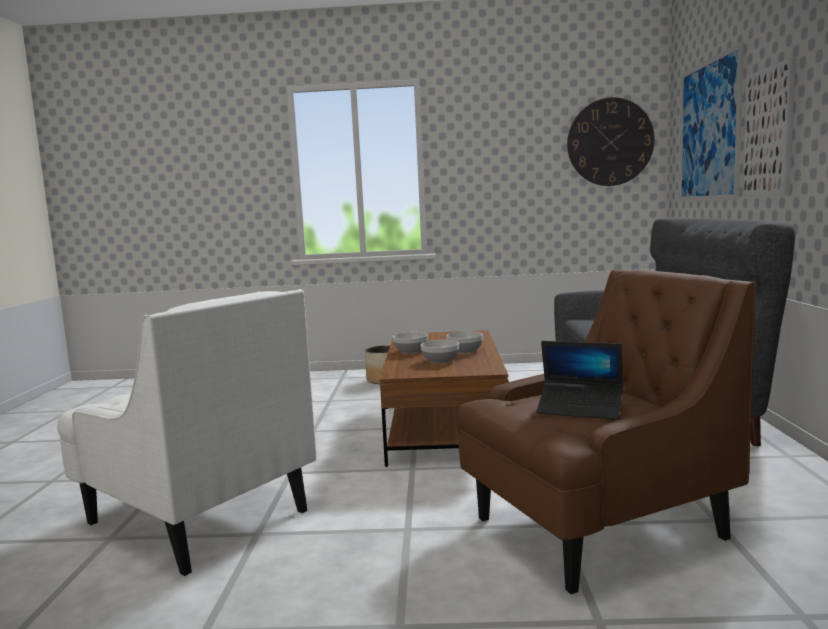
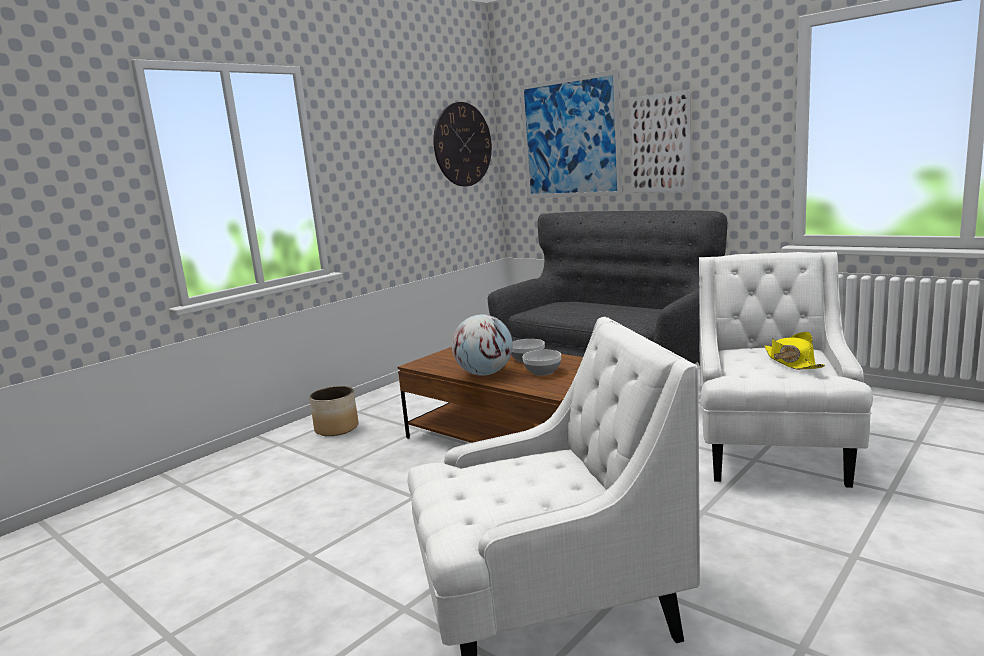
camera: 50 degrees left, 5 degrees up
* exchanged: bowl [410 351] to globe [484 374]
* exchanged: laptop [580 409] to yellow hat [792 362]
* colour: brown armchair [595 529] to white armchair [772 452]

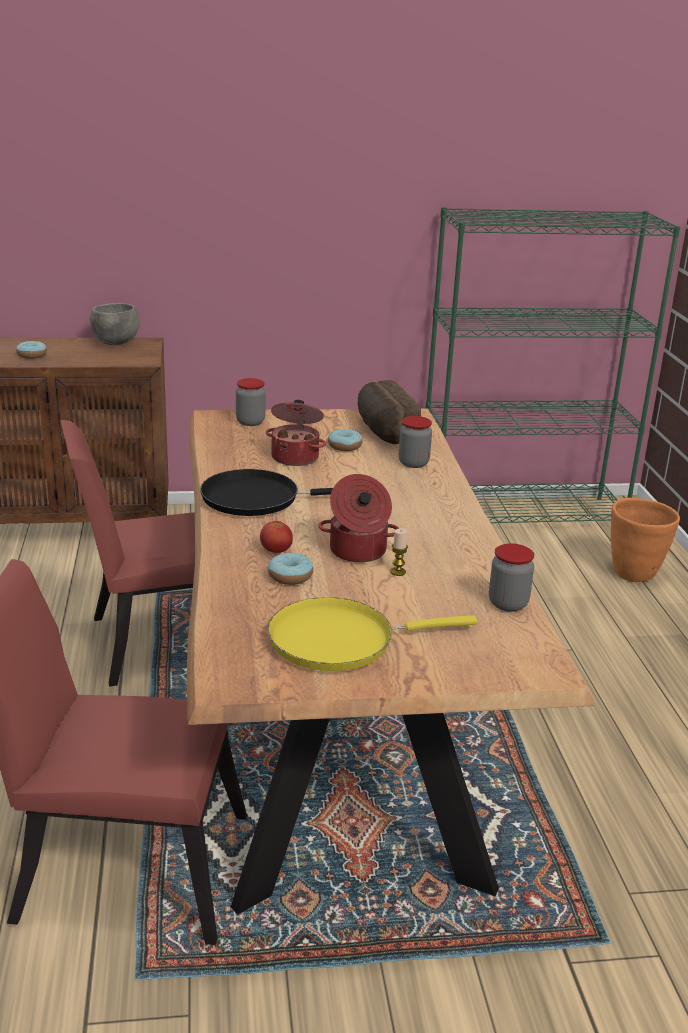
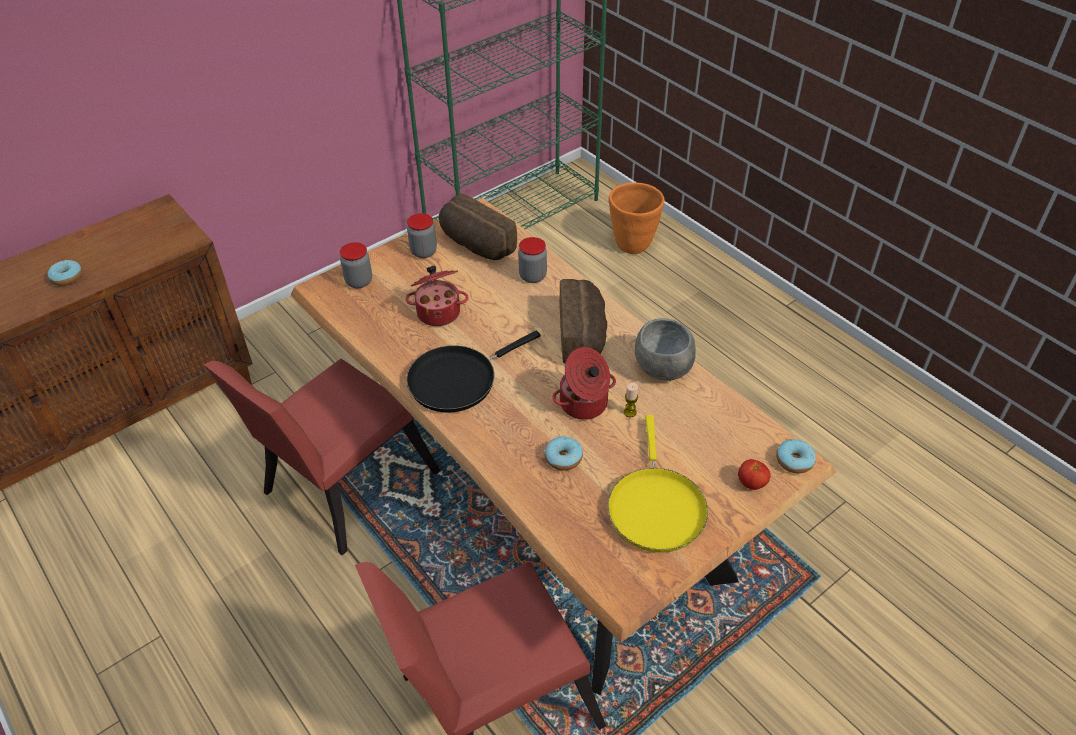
camera: 30 degrees left, 20 degrees up
* appeared: bread [583 335]
* relocated: grey bowl [115 343] to [663 369]
* relocated: tomato [276 551] to [751 483]
* relocated: donut [344 446] to [794 461]
* relocated: jar [508 603] to [423 252]
* spun: yellow frying pan [340 640] = [655 507] 45 degrees counterclockwise

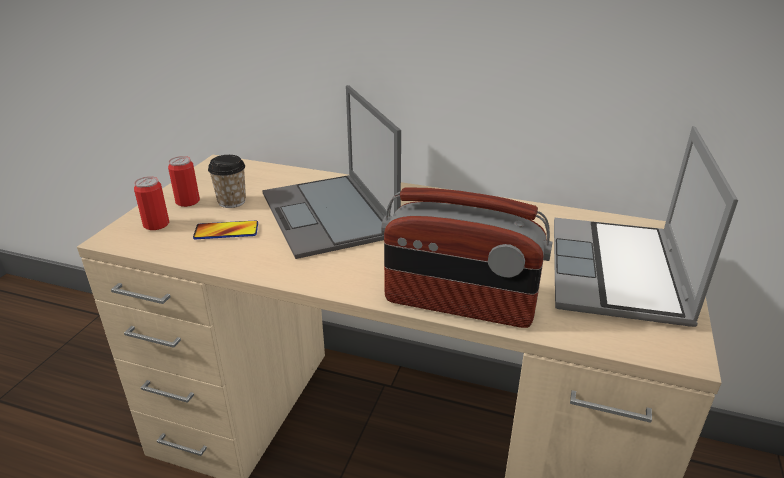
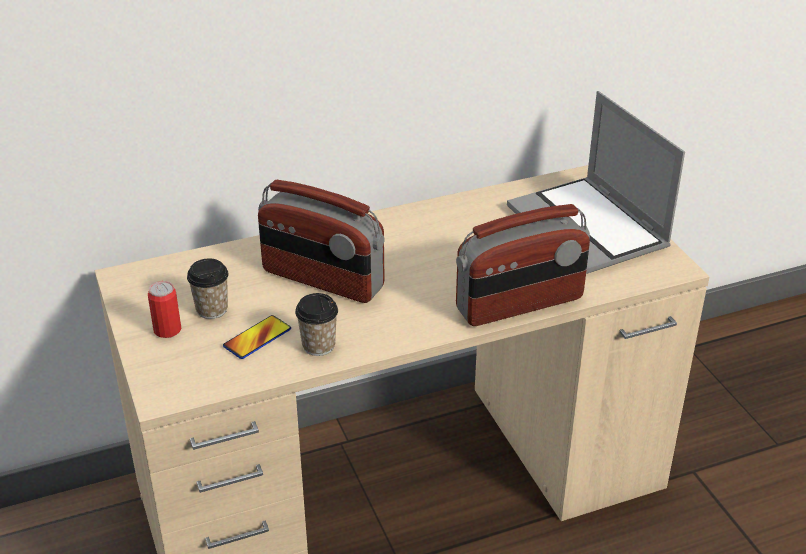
camera: 40 degrees left, 5 degrees up
* missing: can [156 224]
* appeared: cup [318 345]
* exchanged: laptop [329 215] to radio [322 280]

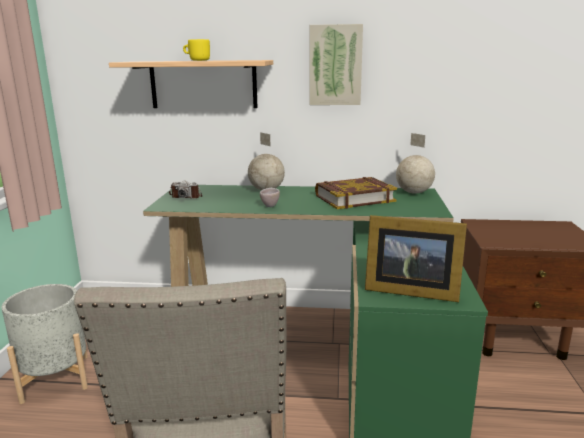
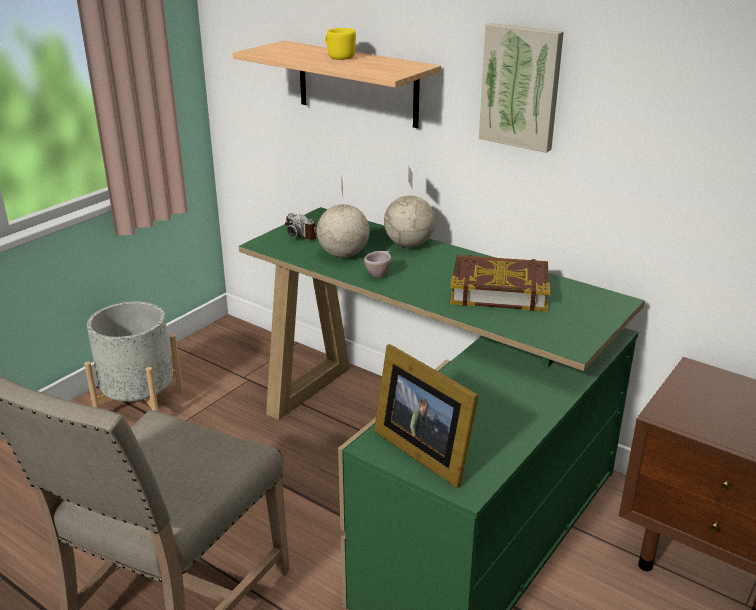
camera: 30 degrees right, 10 degrees up
* relocated: globe [414 193] to [343 255]

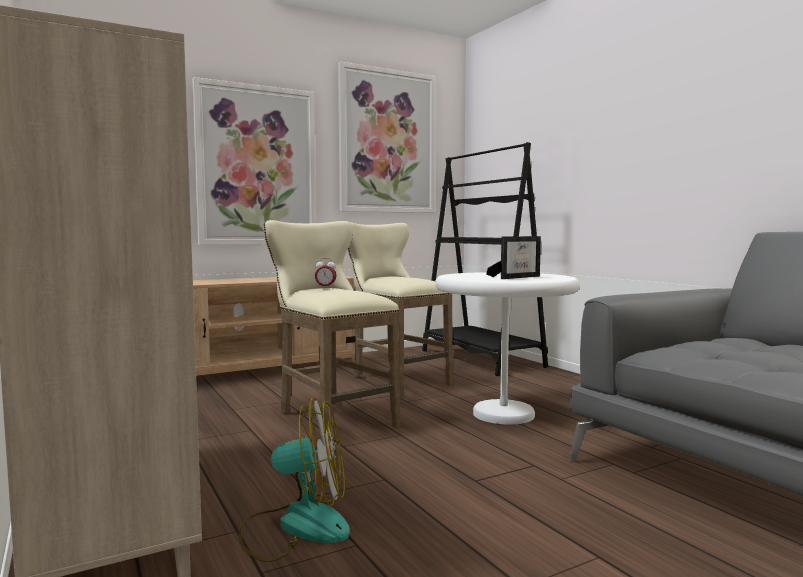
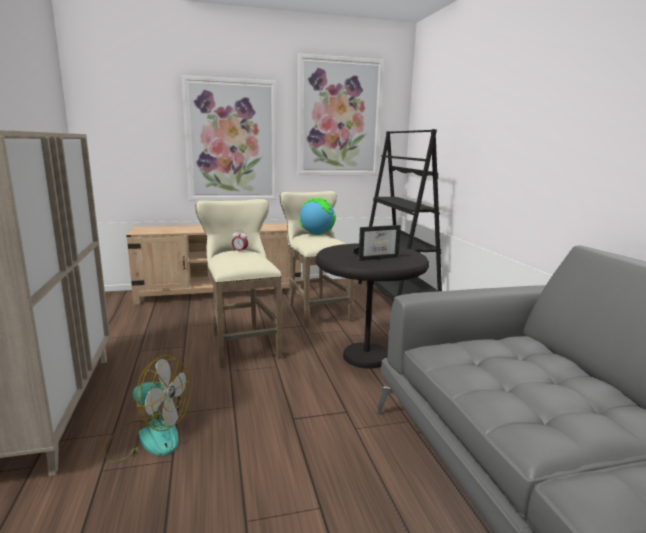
camera: 15 degrees right, 10 degrees up
* appeared: globe [316 234]
* colour: white side table [503 414] to black side table [366 357]

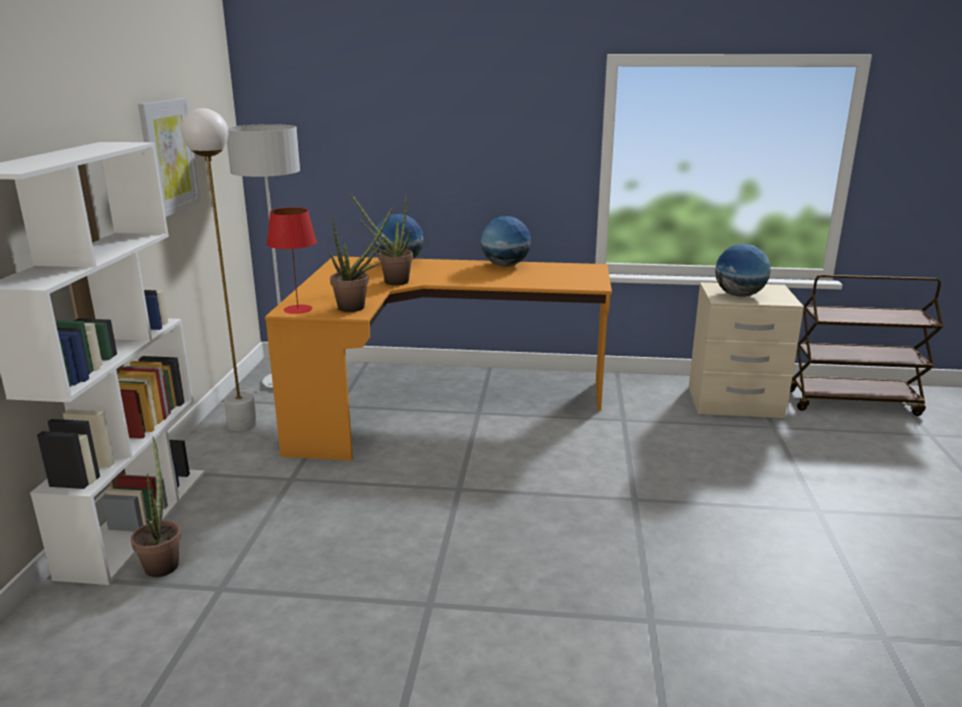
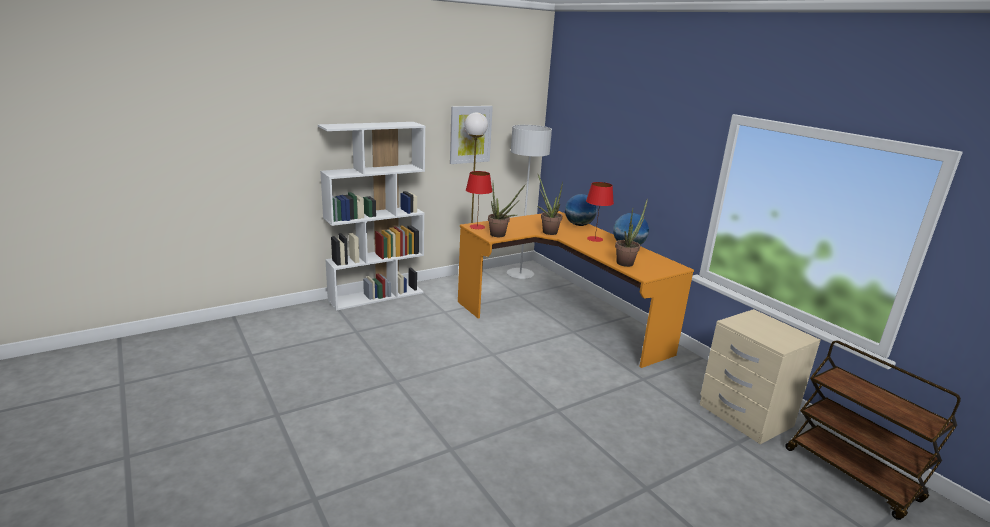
camera: 50 degrees right, 0 degrees up
* missing: globe [739 295]
* appeared: red table lamp [594 239]
* relocated: potted plant [163 562] to [626 262]

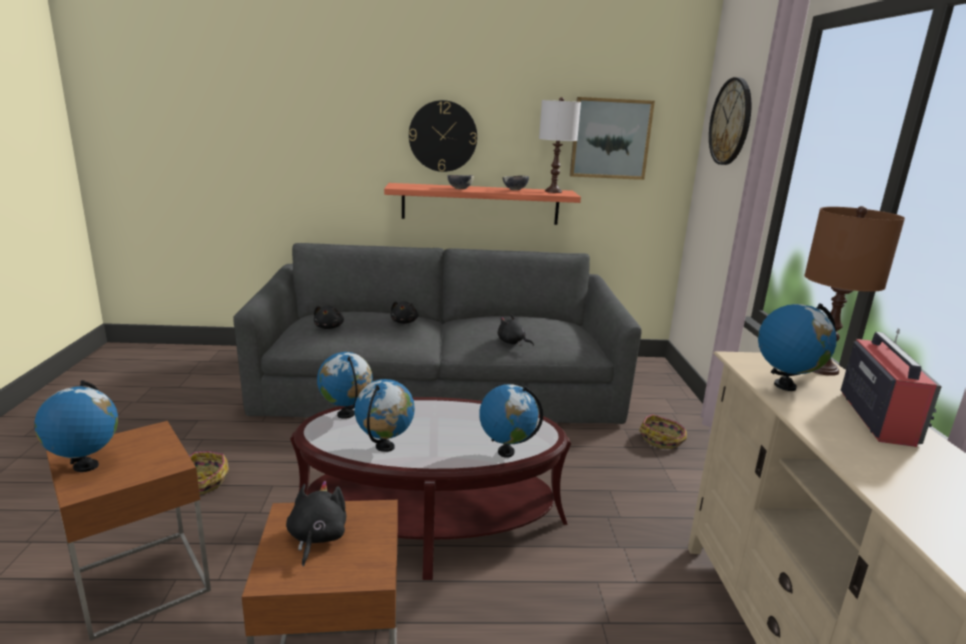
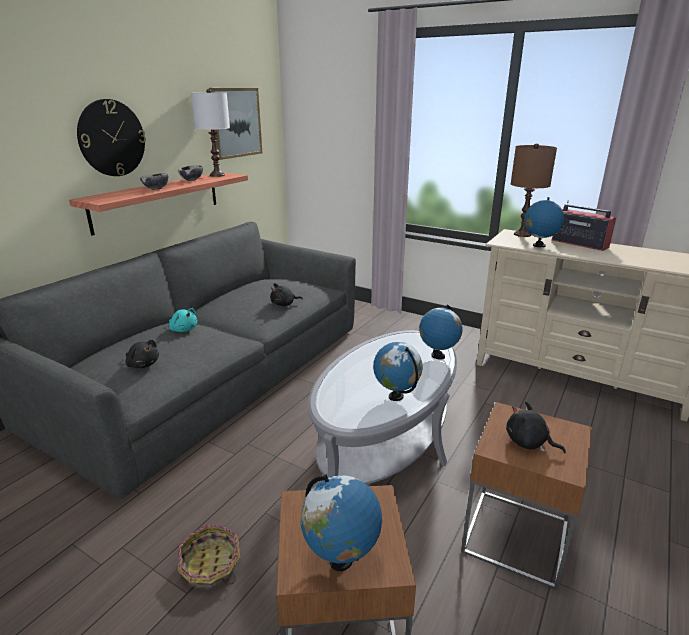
camera: 55 degrees left, 5 degrees up
* missing: globe [346 414]
* missing: basket [662 439]
* missing: wall clock [730 122]
* colour: brown coffee table [430 520] to grey coffee table [384 441]
* colour: black plush toy [404 322] to turquoise plush toy [183 329]

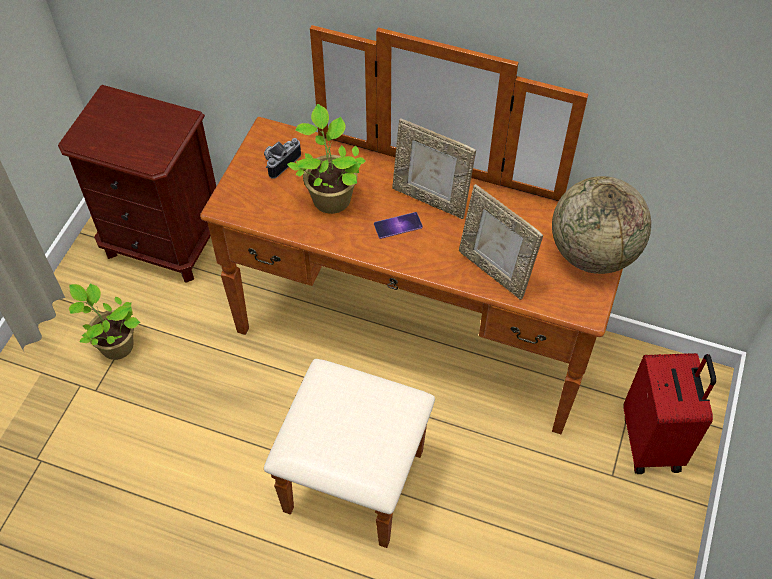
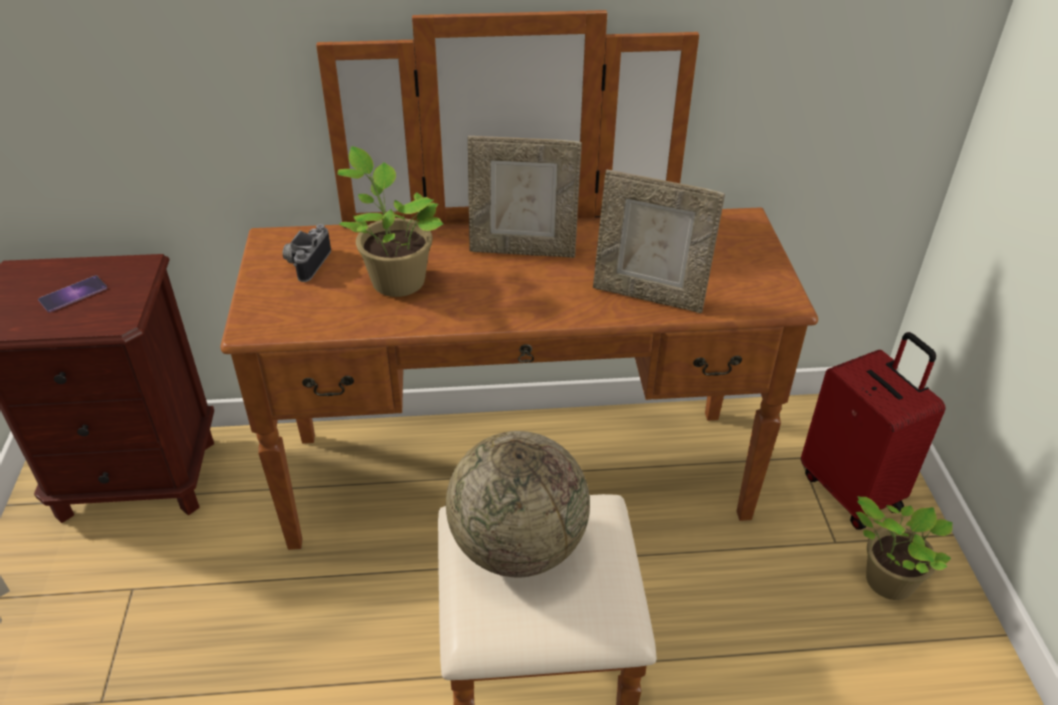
camera: 25 degrees left, 15 degrees down
* relocated: potted plant [115 345] to [885 581]
* relocated: phone [398 225] to [73 294]
* relocated: globe [592 253] to [517 547]

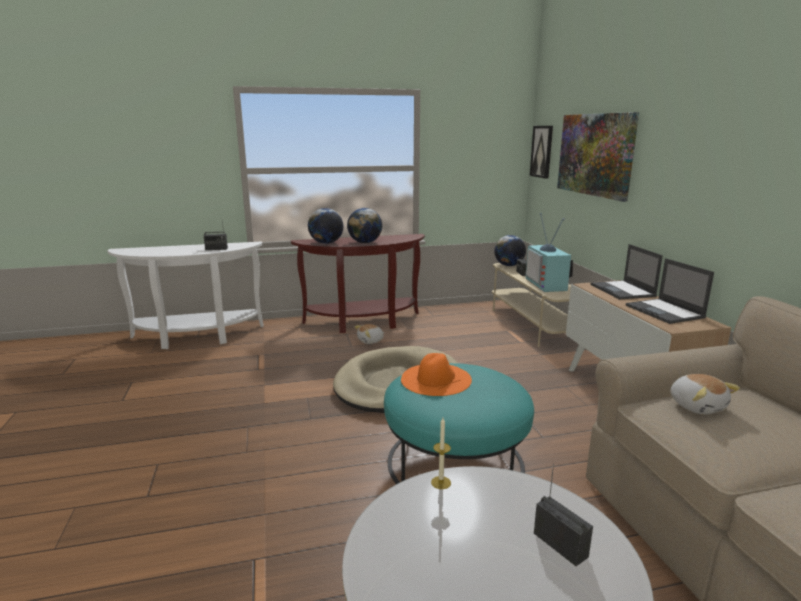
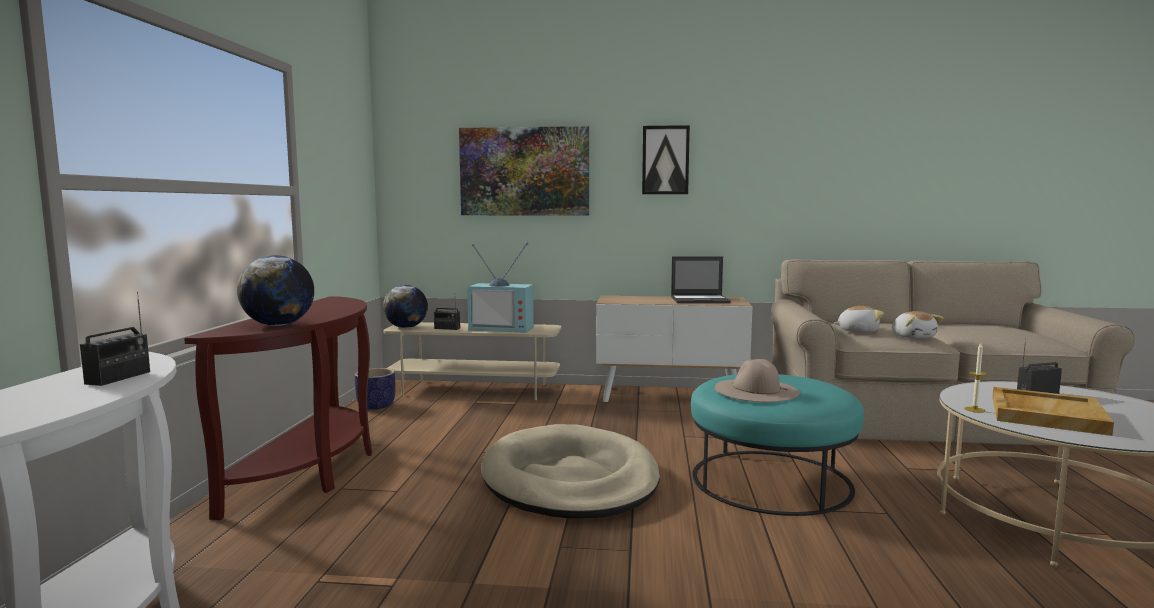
camera: 70 degrees left, 10 degrees down
* missing: globe [365 242]
* missing: laptop [623 290]
* appeared: planter [376 406]
* appeared: beige tray [1045 414]
* relocated: plush toy [370 341] to [913 337]
* relocated: picture [542 151] to [665 160]
* colour: orange hat [436 379] to beige hat [755 390]

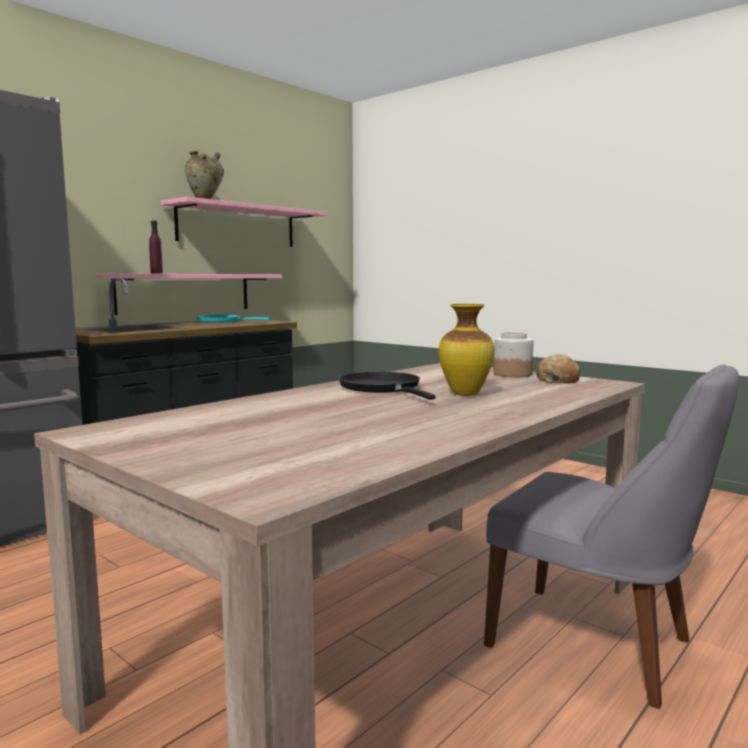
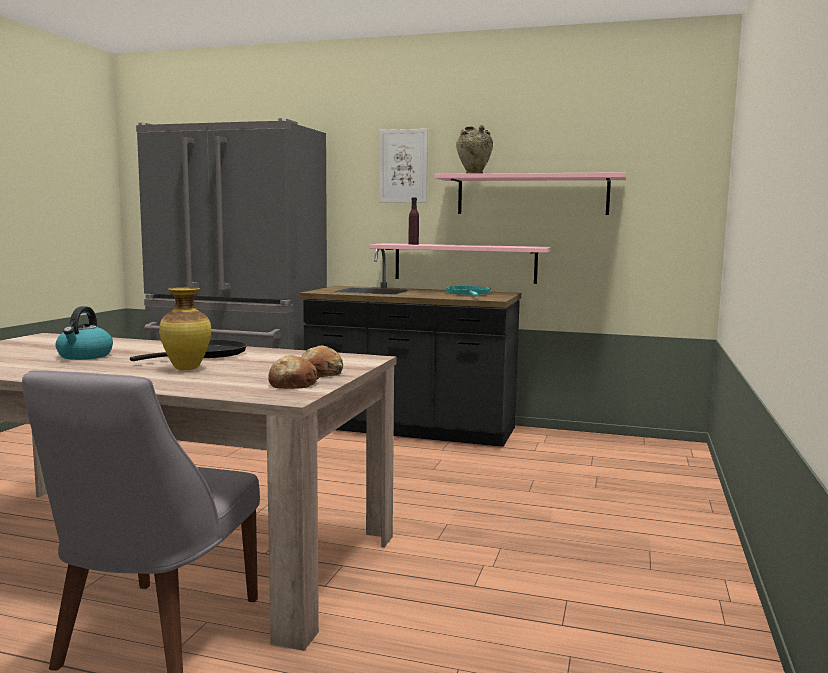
camera: 65 degrees right, 0 degrees up
* appeared: kettle [85 356]
* appeared: picture [403 166]
* exchanged: jar [512 374] to bread [321 373]

